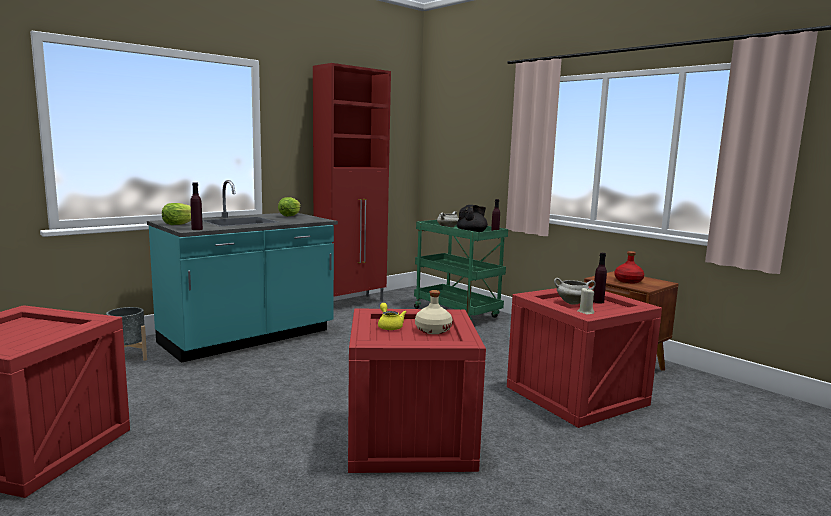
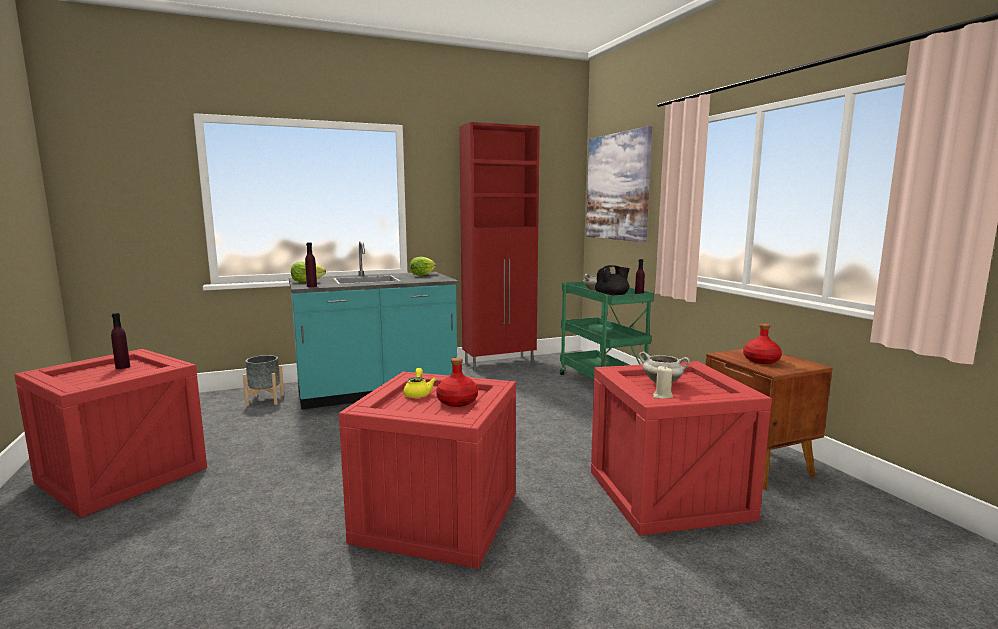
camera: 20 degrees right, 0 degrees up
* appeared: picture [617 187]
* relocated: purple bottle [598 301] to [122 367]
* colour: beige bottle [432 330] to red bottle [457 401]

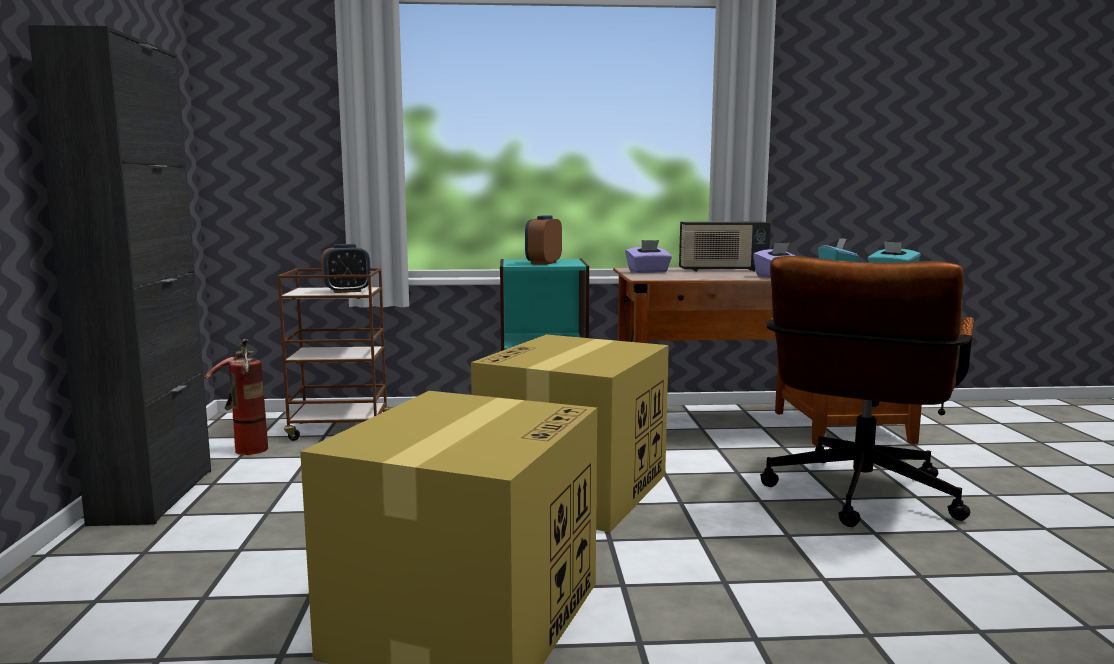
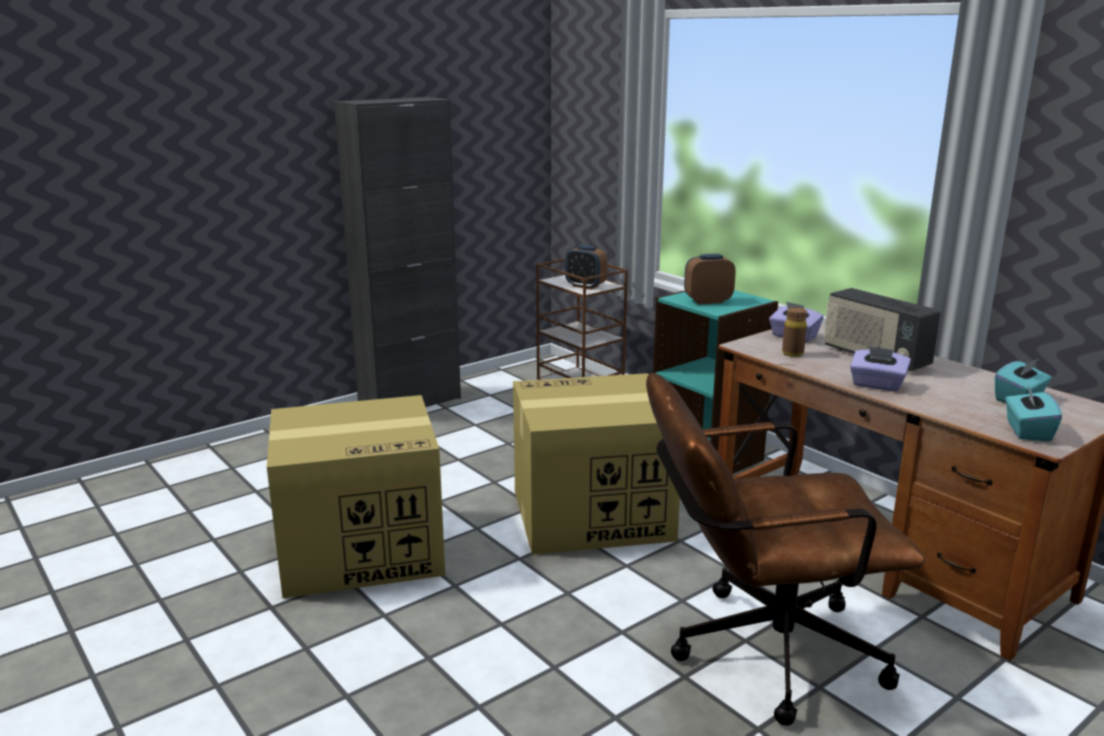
camera: 55 degrees right, 10 degrees up
* missing: fire extinguisher [243 447]
* appeared: brown bottle [792 353]

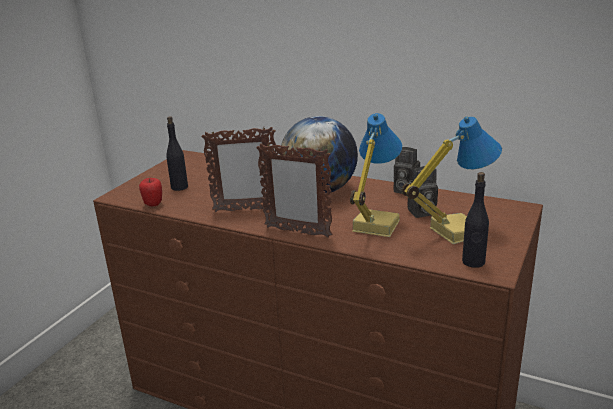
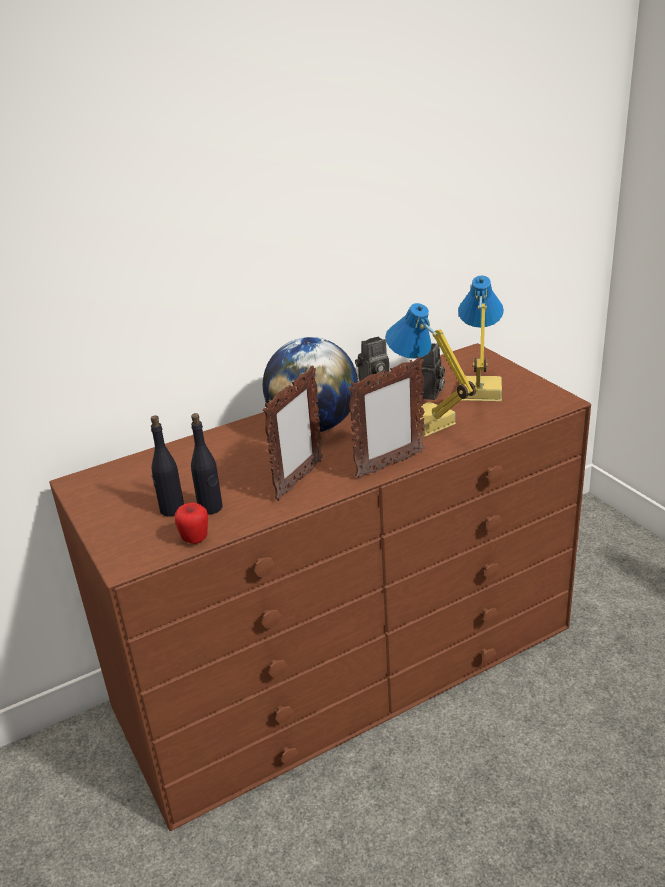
camera: 55 degrees left, 5 degrees up
* relocated: black bottle [473 262] to [210 508]

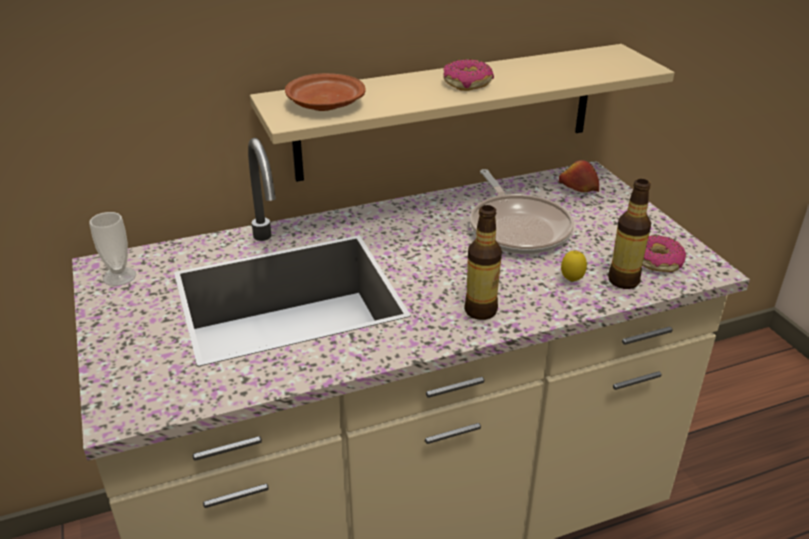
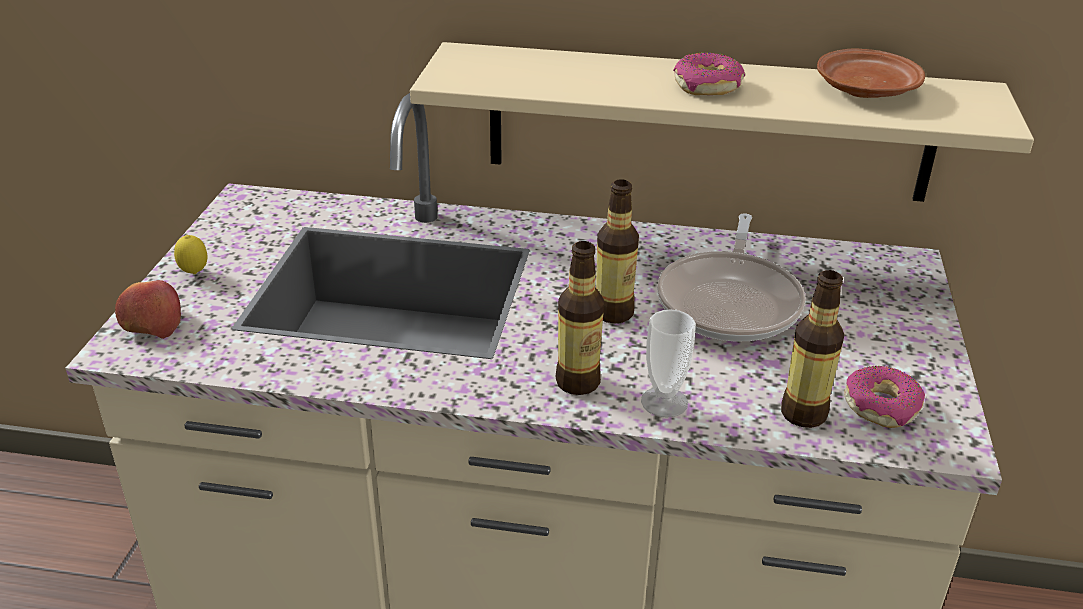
camera: 30 degrees right, 0 degrees up
* appeared: bottle [613 313]
* relocated: cup [119 276] to [664 402]
* relocated: brown plate [325 104] to [865 89]
* relocated: apple [578 188] to [151 323]
* relocated: lemon [571 281] to [194 273]

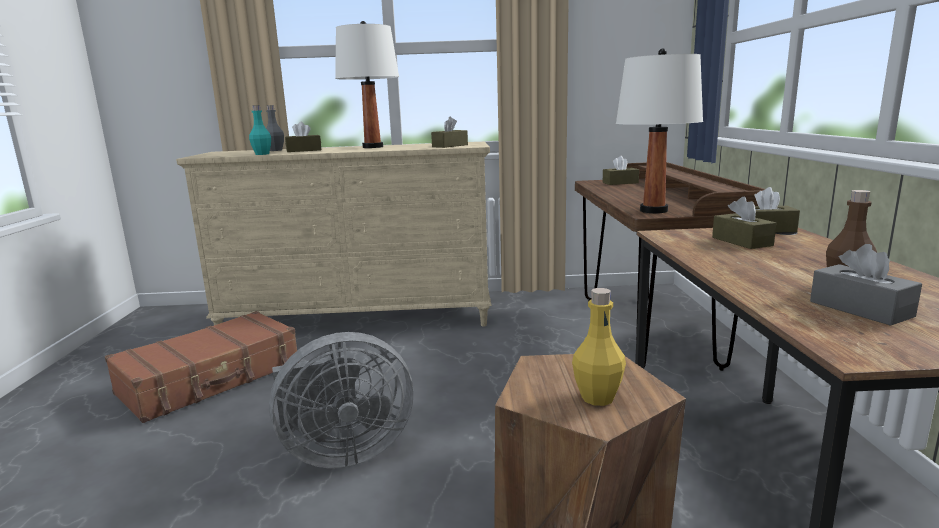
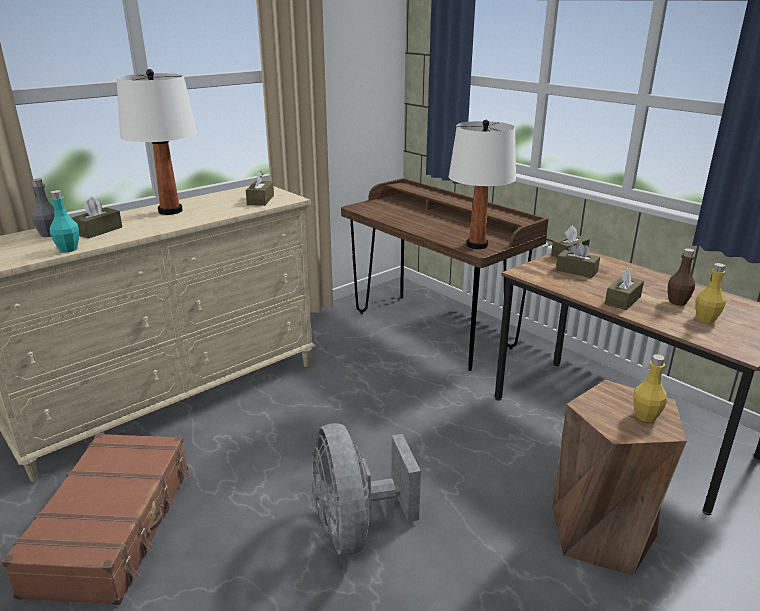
camera: 40 degrees left, 10 degrees up
* relocated: brown tissue box [620 183] to [623 300]
* exchanged: grey tissue box [860 309] to yellow bottle [706 319]
* spun: grey fan [342 453] = [356 528] 135 degrees clockwise

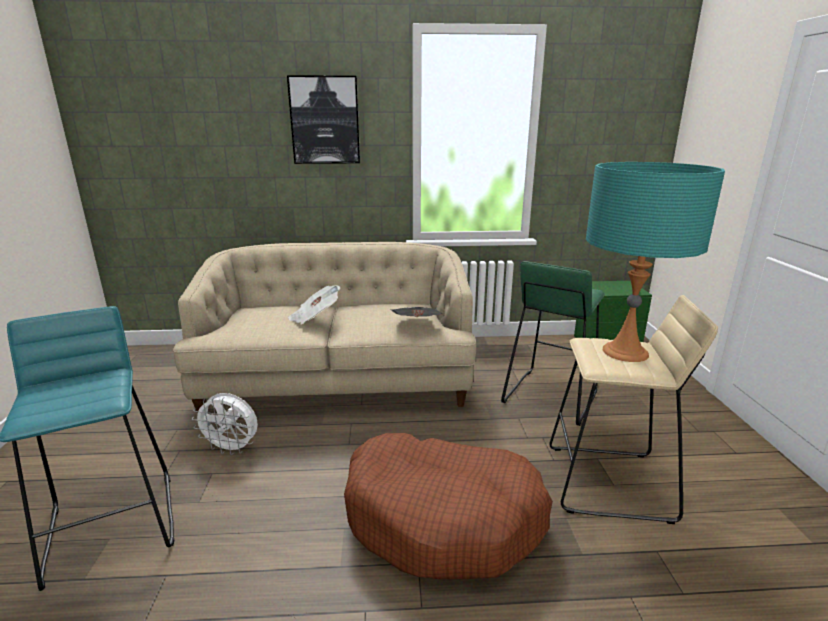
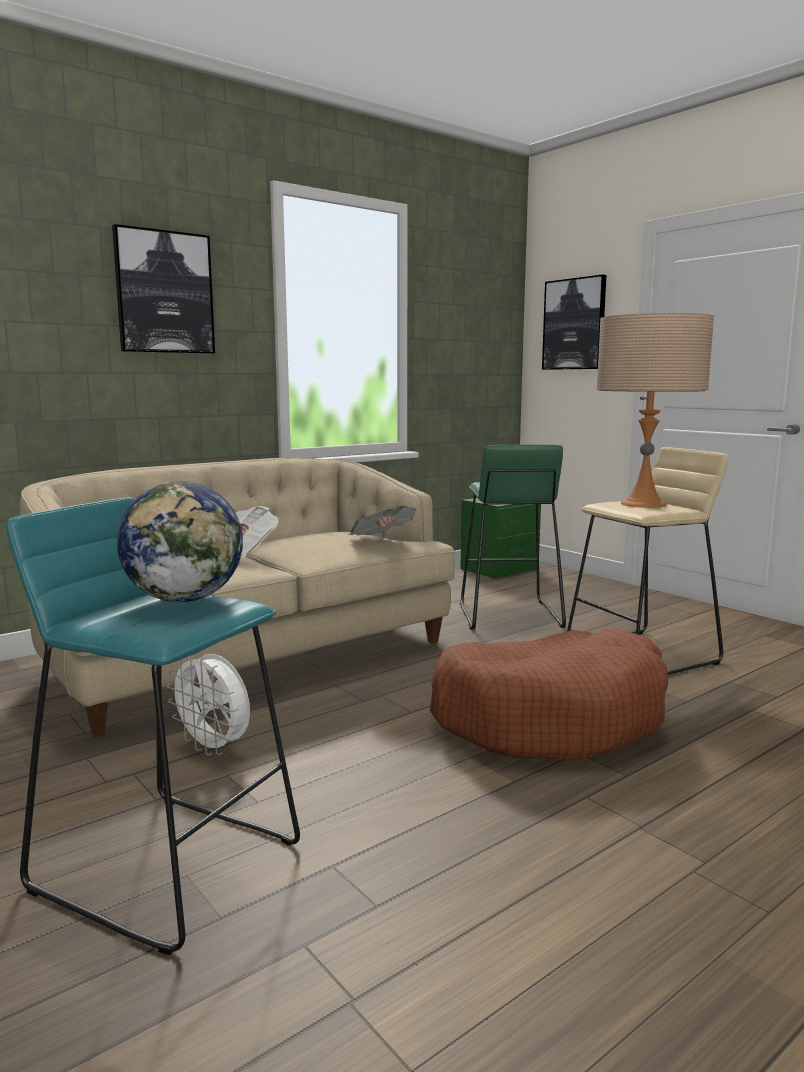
camera: 35 degrees left, 10 degrees down
* appeared: globe [185 599]
* appeared: picture [574 324]
* colour: turquoise table lamp [625 352] to beige table lamp [643 504]
* spun: white fan [232 448] = [214 748] 60 degrees clockwise

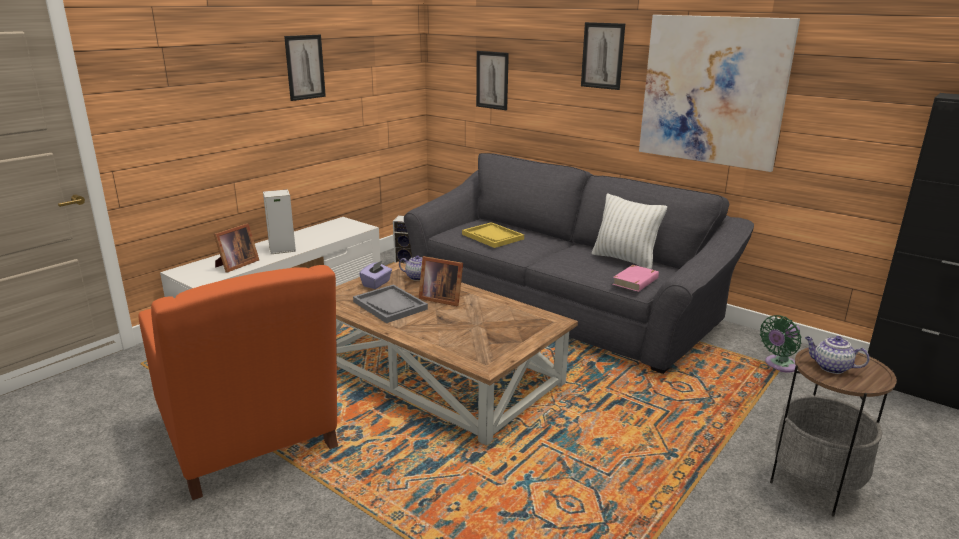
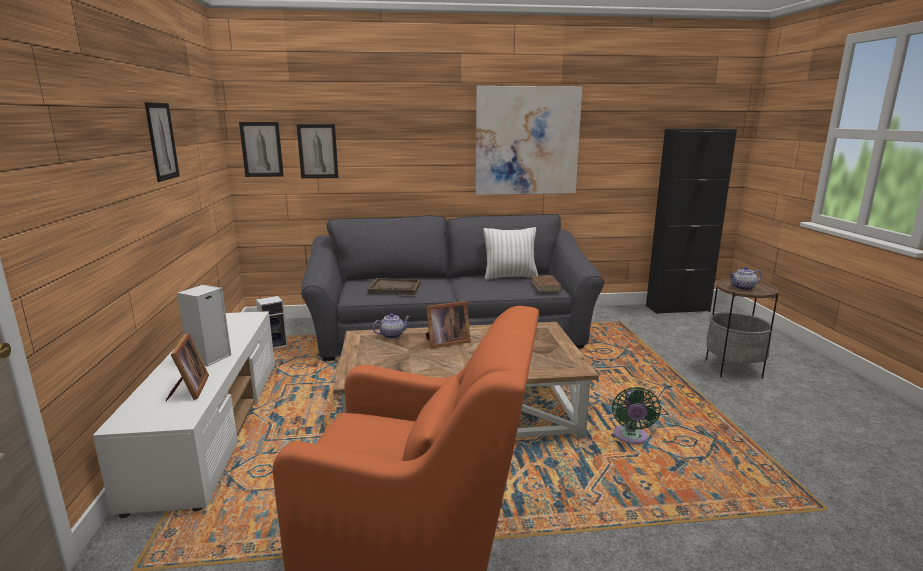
camera: 45 degrees left, 5 degrees down
* missing: grey tray [390 305]
* missing: purple tissue box [376 284]
* relocated: picture [602 56] to [261 149]
* relocated: green fan [779 365] to [630 438]
* colour: yellow tray [493 237] to brown tray [395 288]
* colour: pink book [635 281] to brown book [545 286]

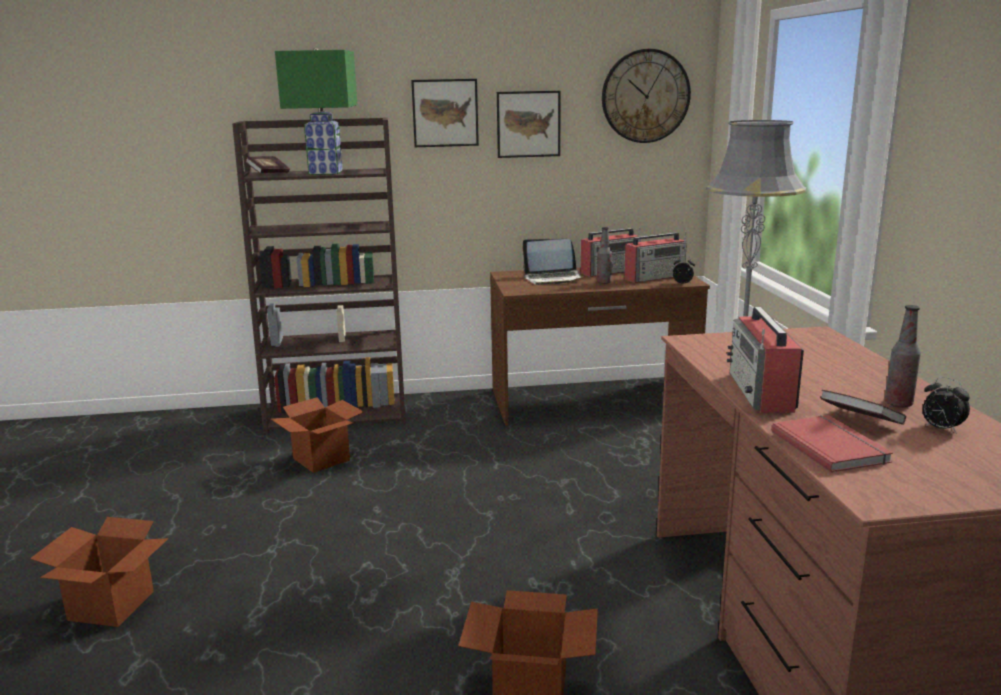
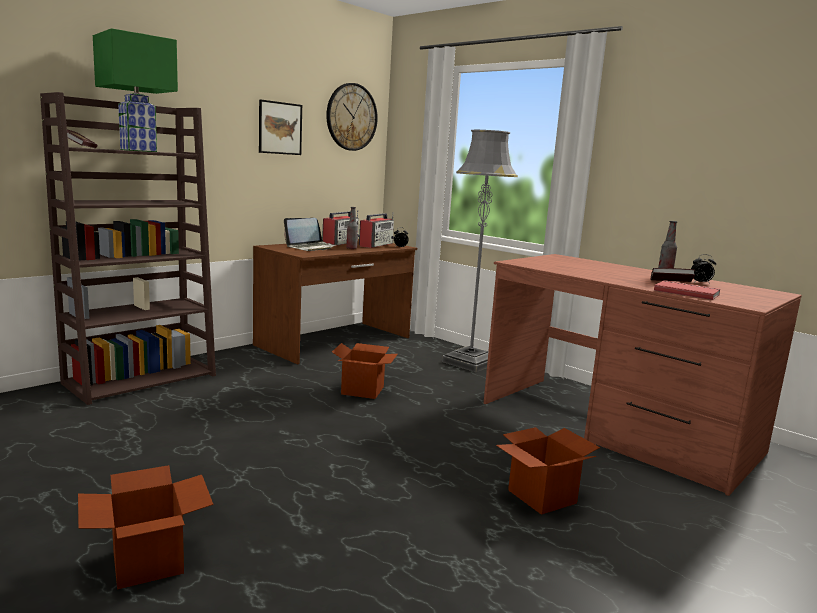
camera: 40 degrees left, 5 degrees down
* missing: picture [445 113]
* missing: radio [761 392]
* relocated: cardboard box [321 459] to [362 390]

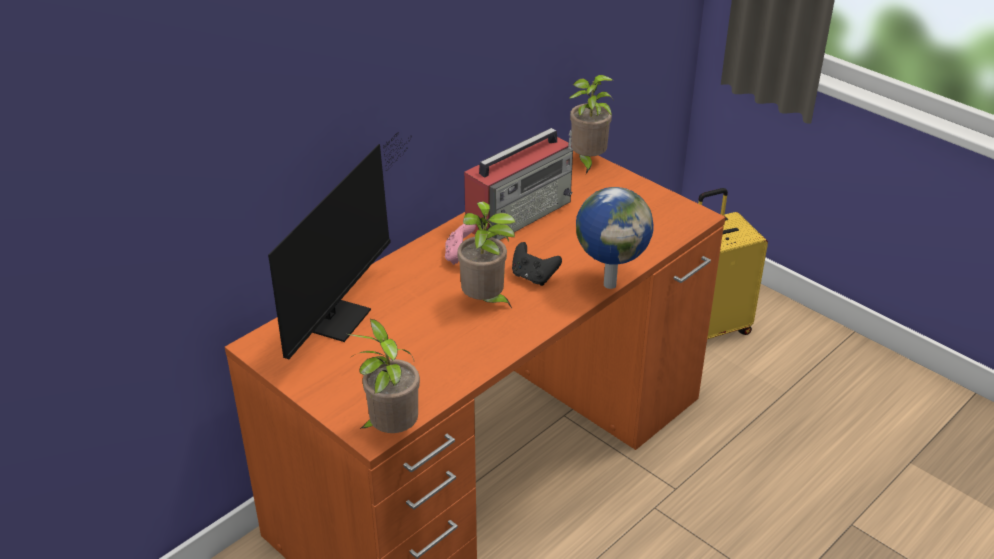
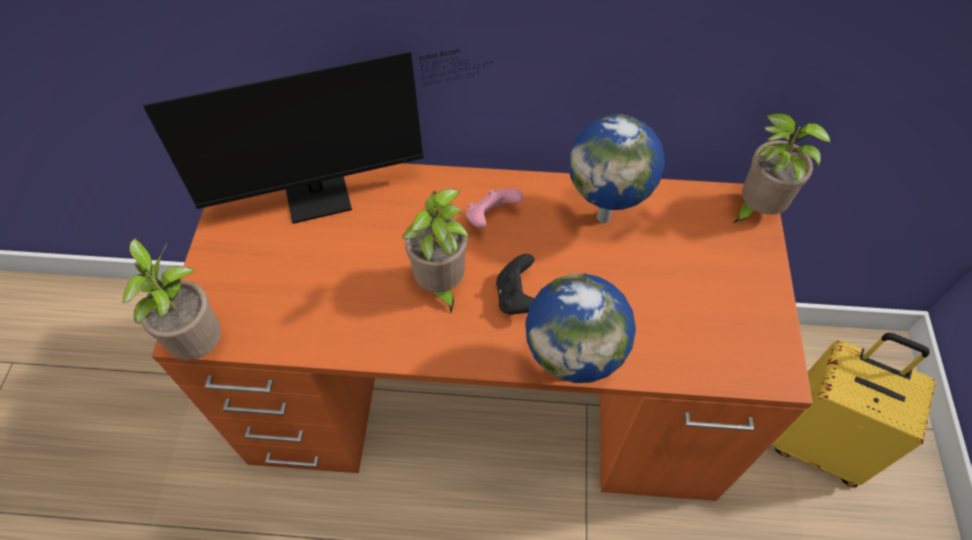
camera: 50 degrees right, 20 degrees up
* exchanged: radio [520 214] to globe [605 216]

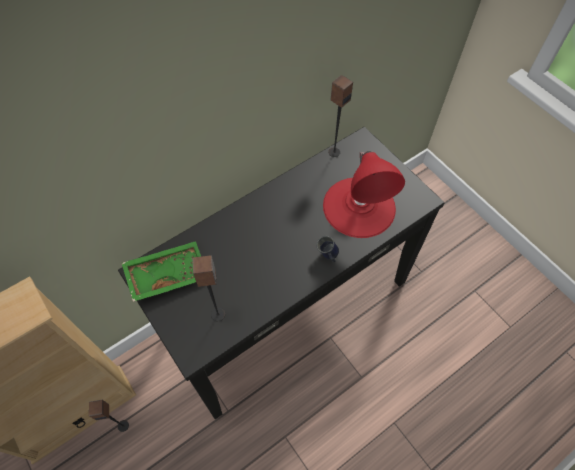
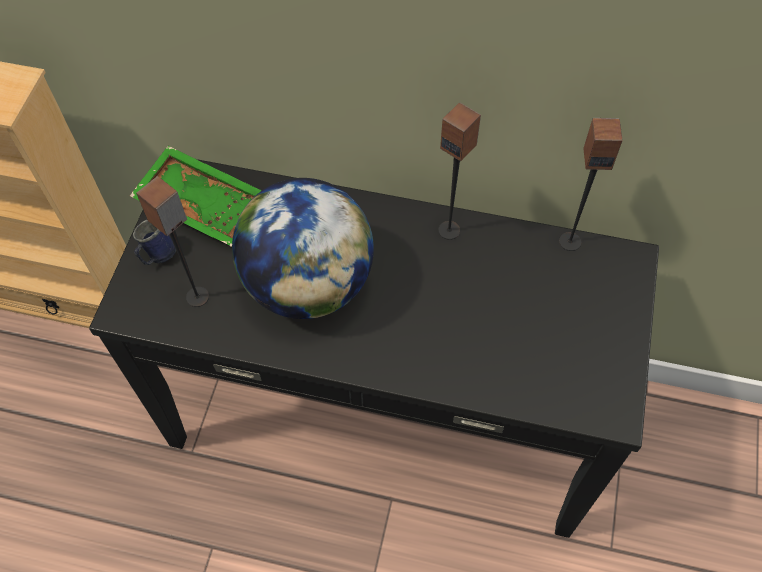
camera: 50 degrees right, 0 degrees up
* missing: red table lamp [359 206]
* appeared: globe [309 284]
* relocated: speaker [123 425] to [449 230]
* relocated: blue mug [328 256] to [157 256]

